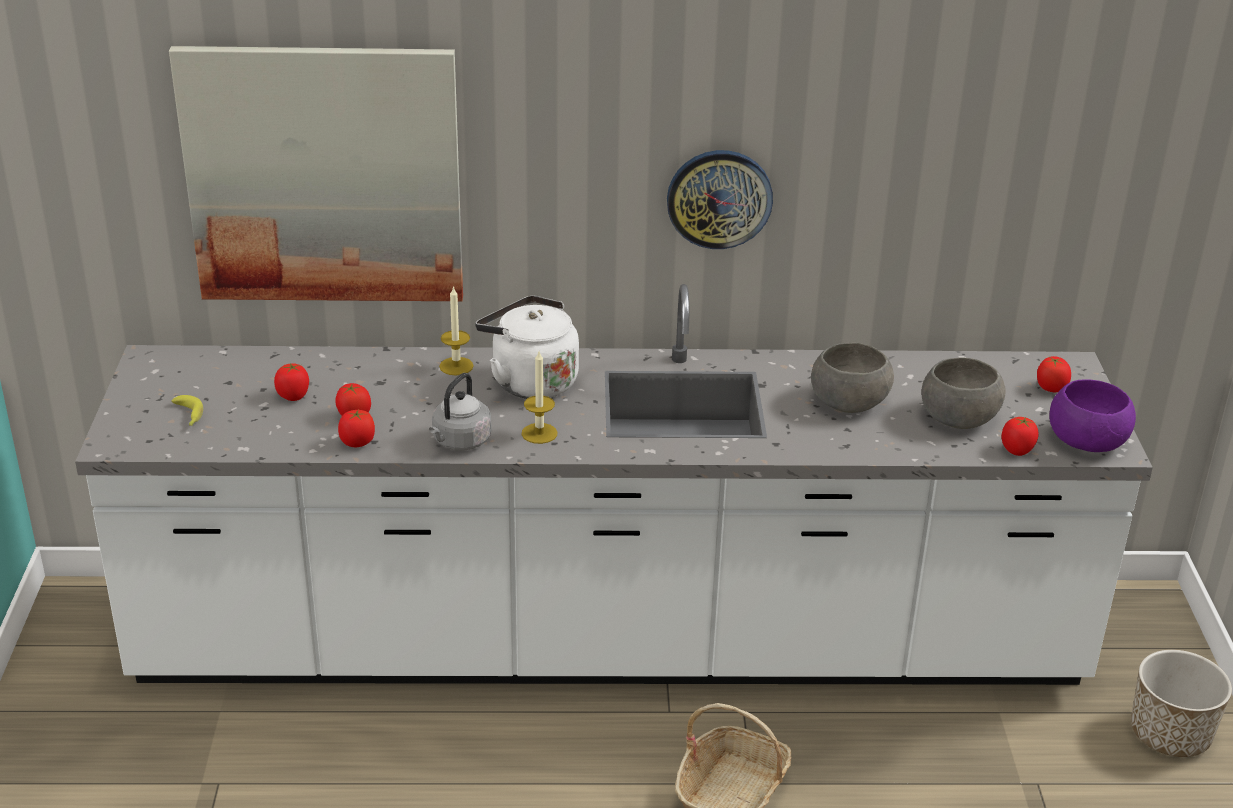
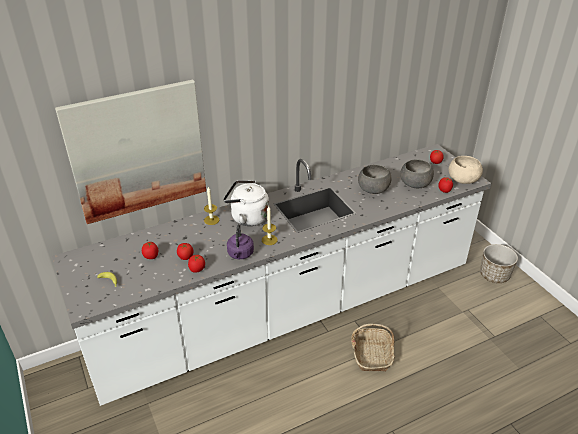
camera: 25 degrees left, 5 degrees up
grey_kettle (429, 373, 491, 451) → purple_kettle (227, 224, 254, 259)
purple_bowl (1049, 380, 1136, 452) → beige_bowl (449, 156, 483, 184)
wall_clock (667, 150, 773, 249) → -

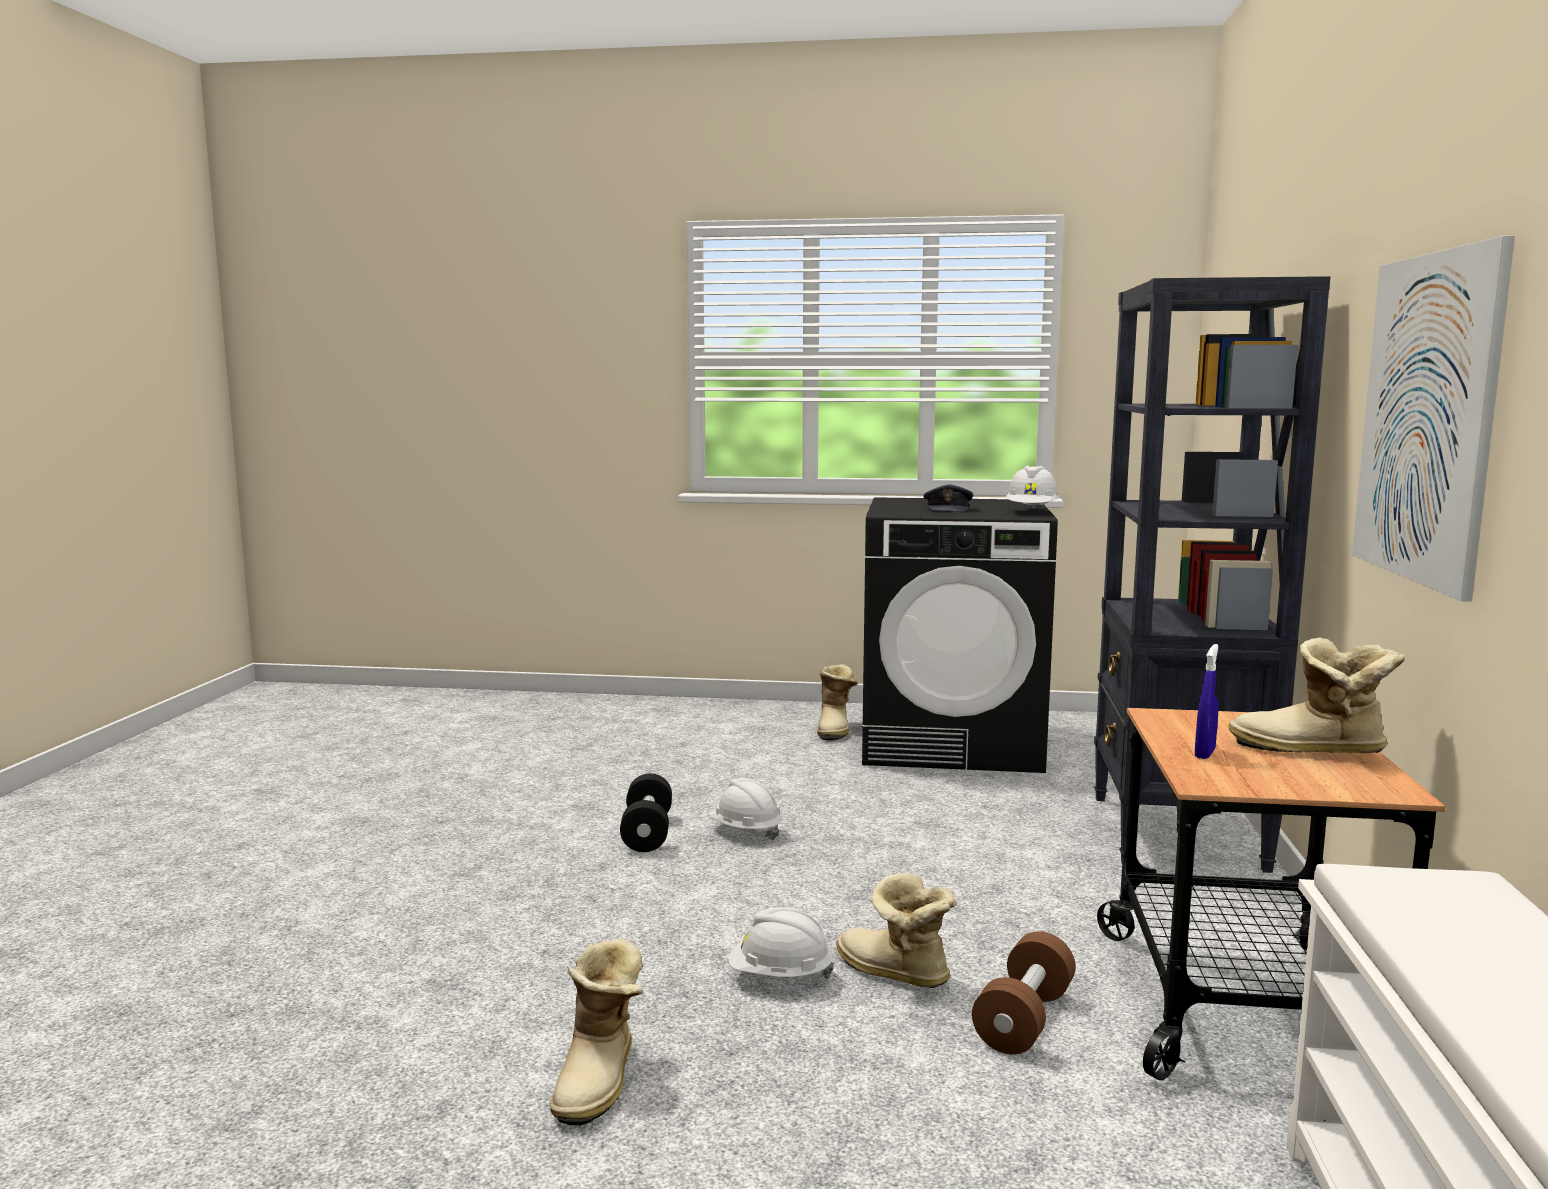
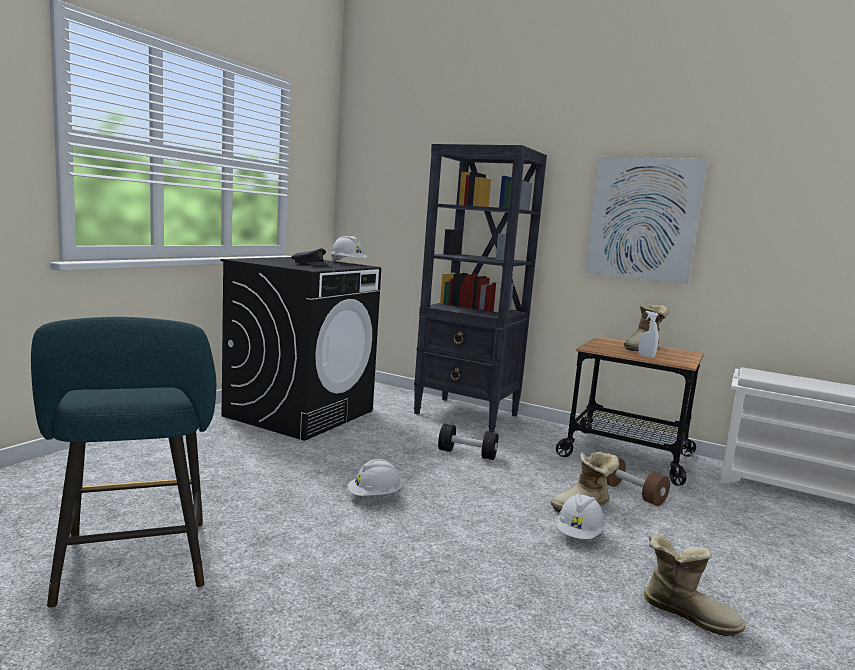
camera: 70 degrees left, 0 degrees up
- → turquoise_stool (31, 317, 216, 608)
black_dumbbell (620, 773, 672, 852) → black_dumbbell (438, 424, 498, 460), move
blue_spray_bottle (1195, 644, 1219, 759) → white_spray_bottle (638, 311, 659, 358)
boot (817, 664, 858, 741) → -

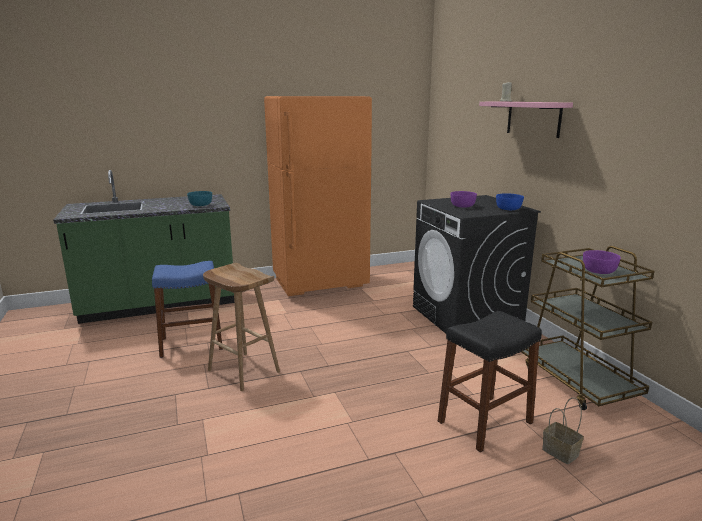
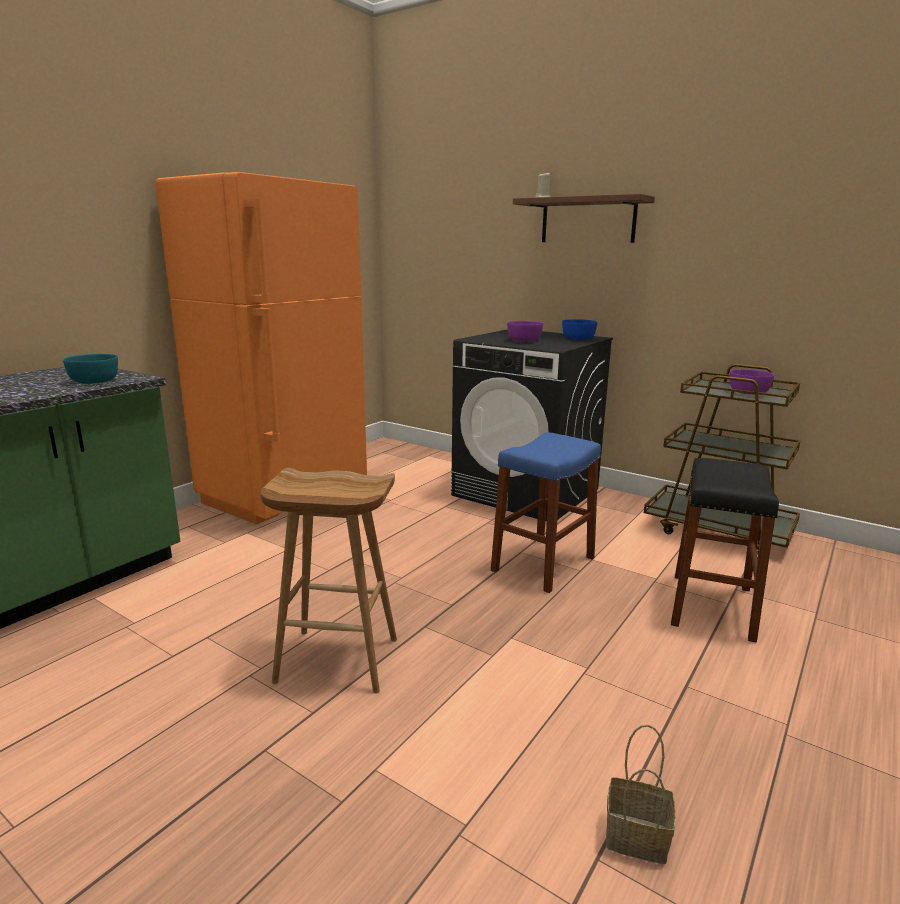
camera: 35 degrees left, 0 degrees up
blue_stool (152, 261, 223, 358) → blue_stool (491, 432, 601, 593), move
pink_shelf (479, 102, 573, 138) → brown_shelf (513, 194, 655, 243)
basket (542, 397, 584, 464) → basket (606, 725, 676, 864), move

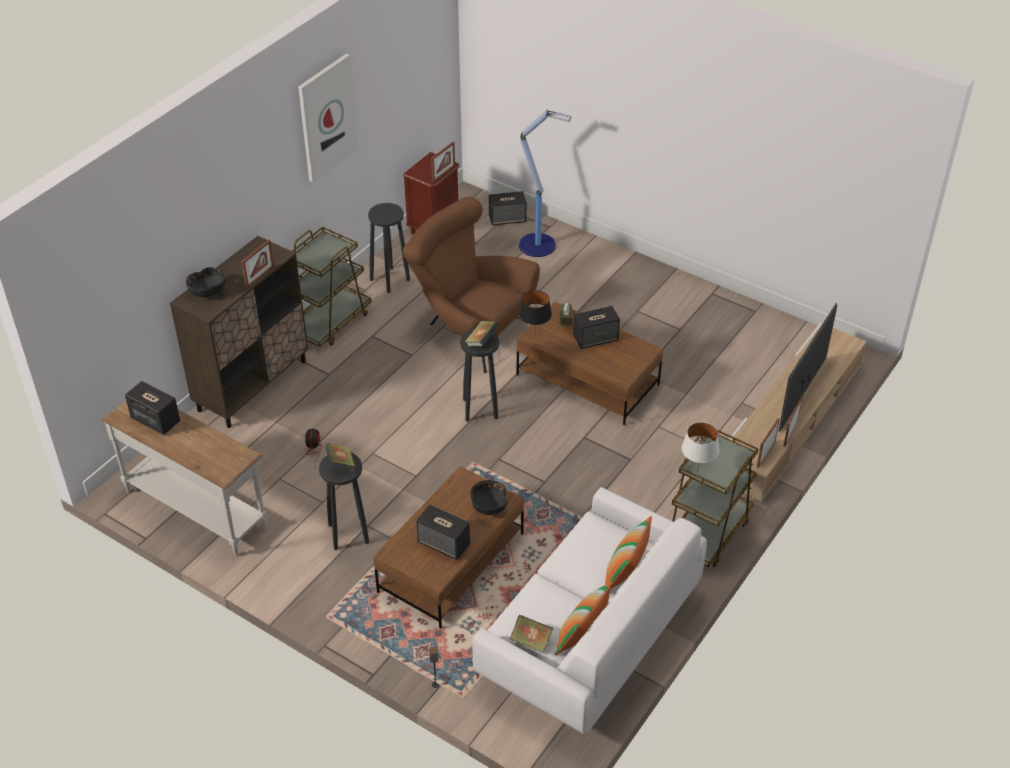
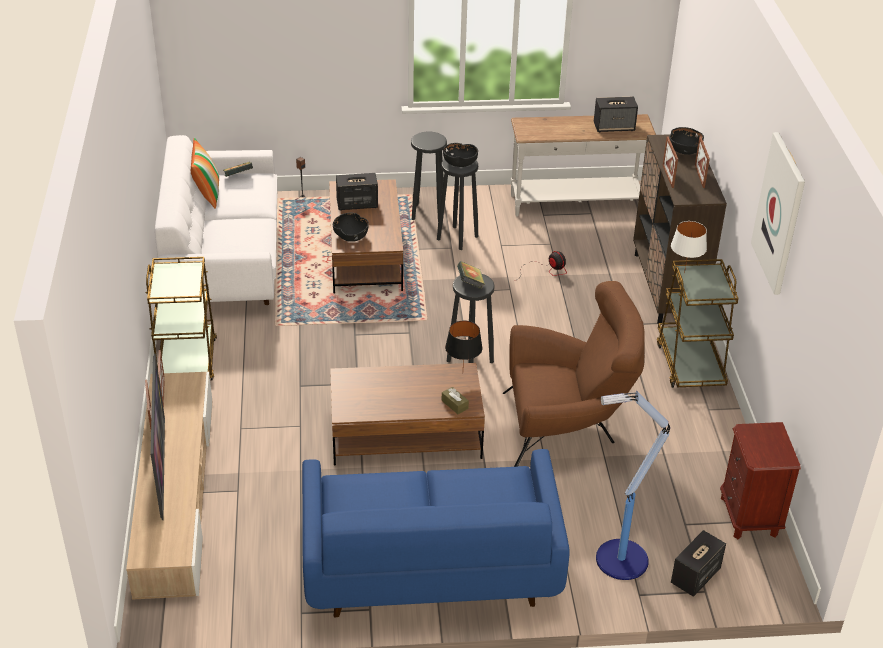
camera: 140 degrees right, 5 degrees down
- → blue_sofa (302, 449, 570, 618)
black_stool (368, 203, 410, 293) → black_stool (411, 132, 447, 220), move
book (325, 443, 355, 472) → black_bowl (443, 143, 478, 167)
white_table_lamp (682, 422, 719, 473) → white_table_lamp (671, 221, 707, 273), move
picture_frame (431, 141, 455, 182) → picture_frame (695, 136, 710, 188), move
speaker (573, 306, 620, 349) → -
pillow (605, 516, 652, 589) → -

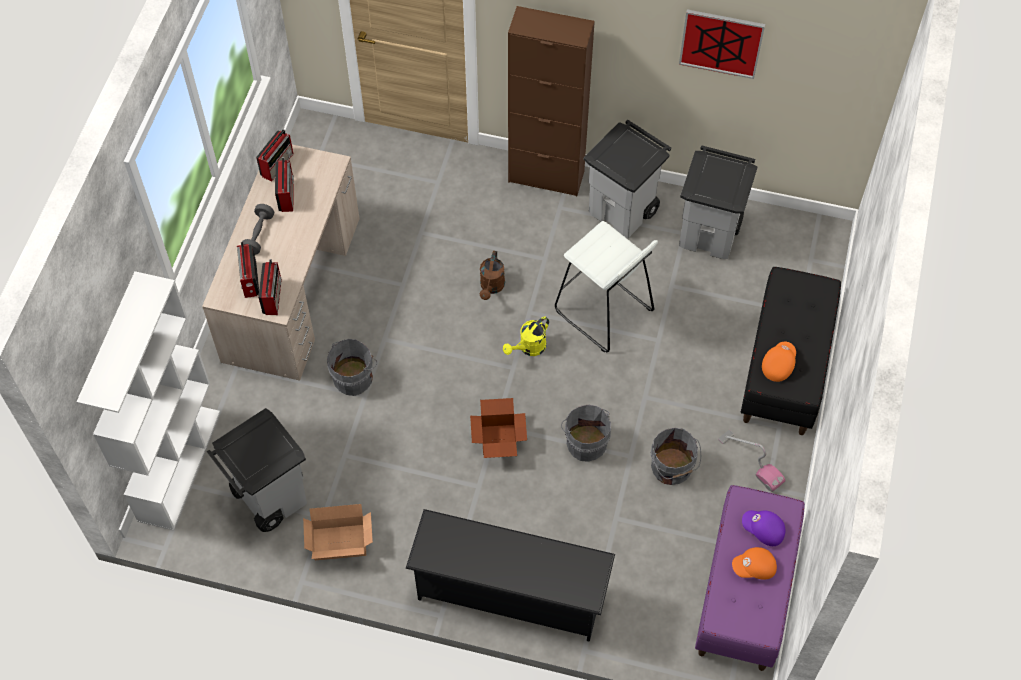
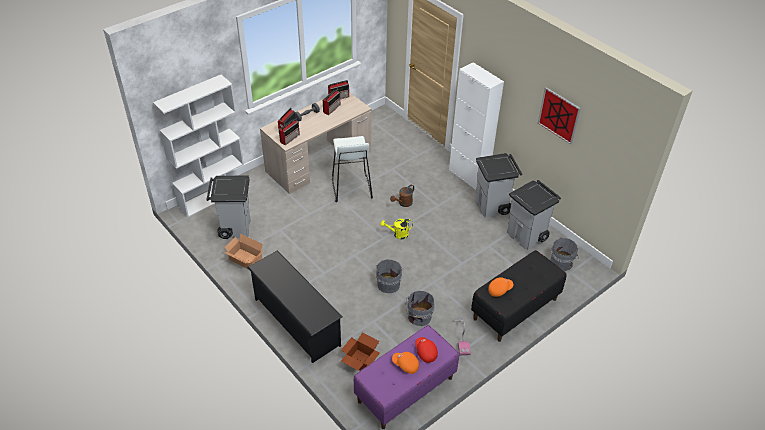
camera: 35 degrees right, 15 degrees down
white_stool (555, 221, 658, 352) → white_stool (332, 136, 373, 202), move
cardboard_box (470, 398, 527, 458) → cardboard_box (341, 332, 380, 371), move
purple_cap (742, 510, 785, 546) → red_cap (415, 337, 438, 363)
brown_cabinet (508, 6, 595, 196) → white_cabinet (449, 62, 504, 190)
grey_bucket (327, 339, 378, 396) → grey_bucket (550, 237, 579, 271), move

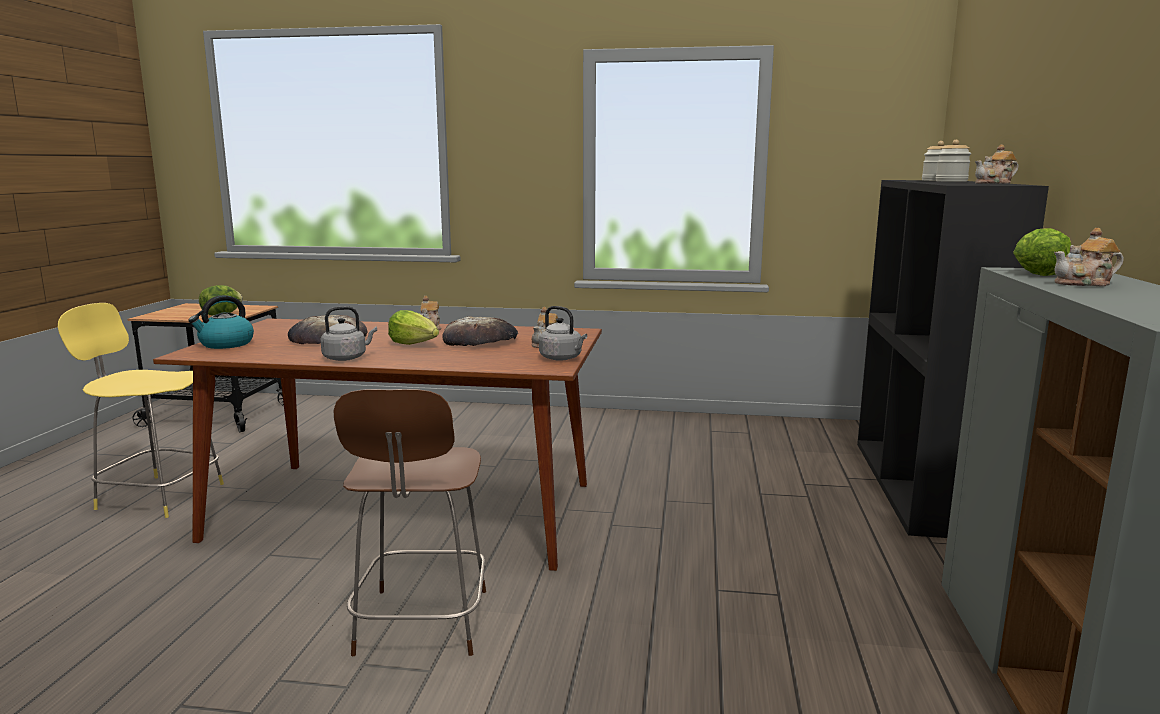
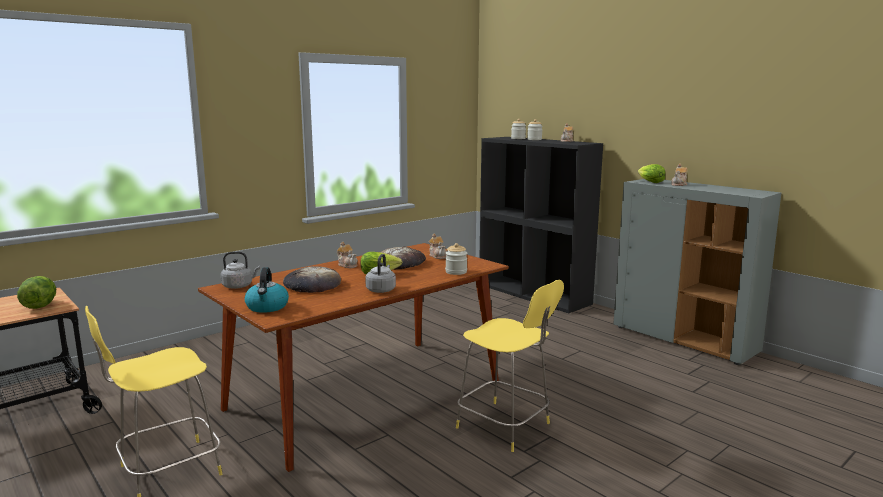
camera: 50 degrees left, 0 degrees up
grey_kettle (539, 306, 587, 361) → grey_kettle (221, 251, 260, 289), move
- → jar (445, 243, 467, 275)
brown_stool (334, 389, 486, 656) → yellow_stool (456, 280, 564, 452)

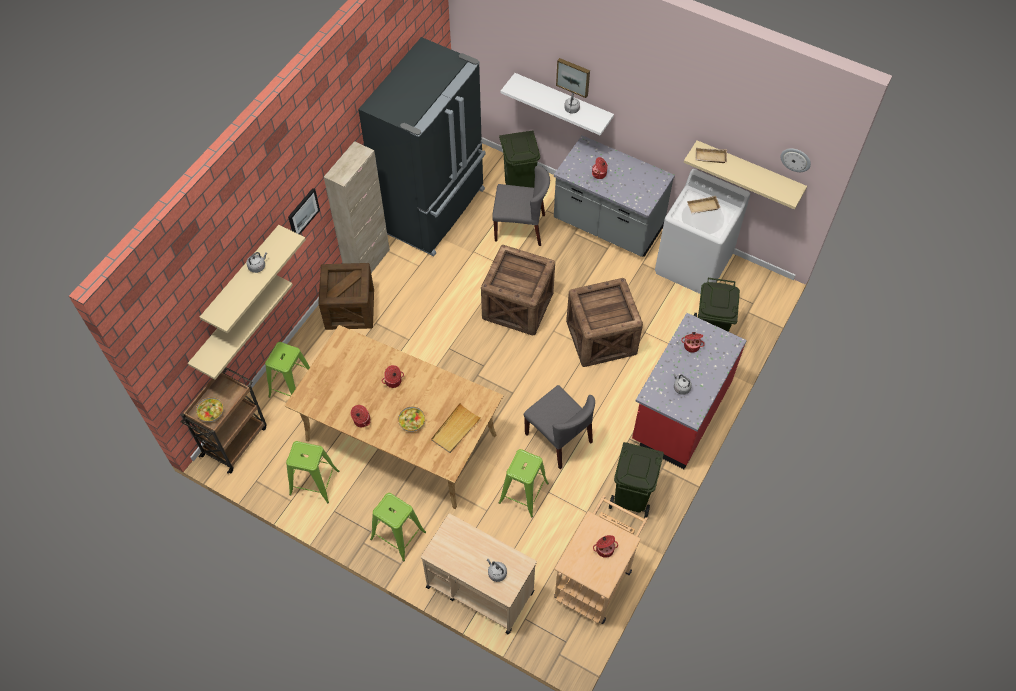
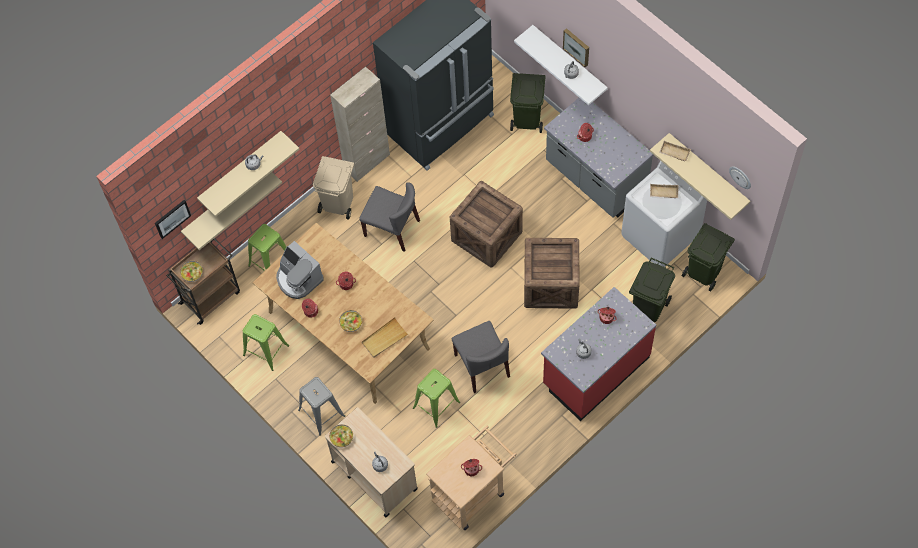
camera: 20 degrees right, 5 degrees up
picture (288, 188, 320, 235) → picture (155, 200, 191, 239), move
- → coffee_machine (276, 241, 323, 299)
green_stool (370, 493, 426, 561) → grey_stool (298, 377, 345, 436)
crate (318, 263, 374, 330) → beige_trash_can (313, 156, 355, 220)
- → bowl (329, 424, 353, 448)
grey_chair (492, 166, 550, 246) → grey_chair (360, 182, 420, 252), move
green_trash_can (609, 442, 664, 518) → green_trash_can (682, 223, 735, 292), move

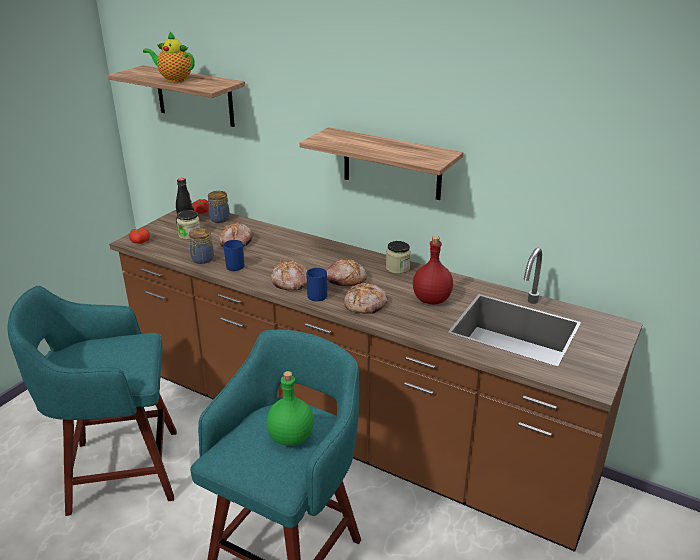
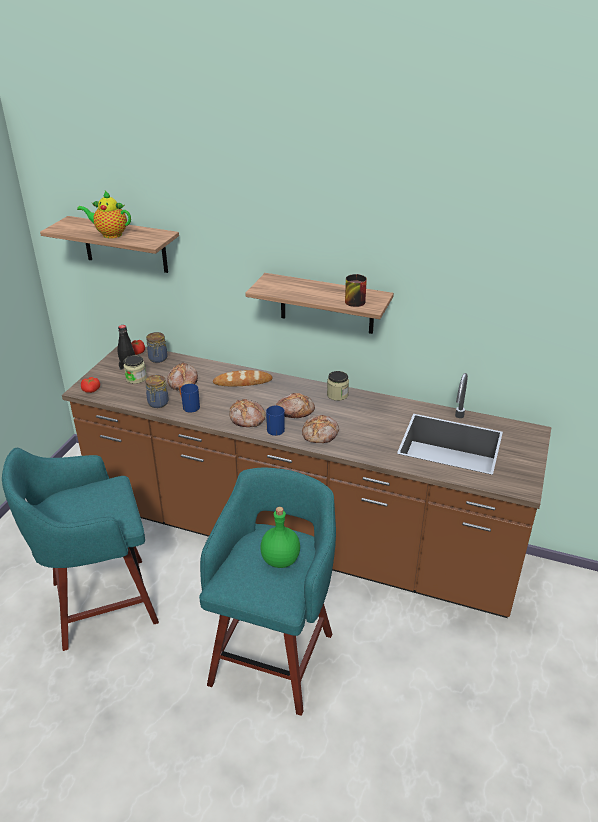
camera: 10 degrees left, 5 degrees up
- → bread (213, 370, 273, 386)
- → mug (345, 274, 367, 307)
red_bottle (413, 236, 453, 304) → -

